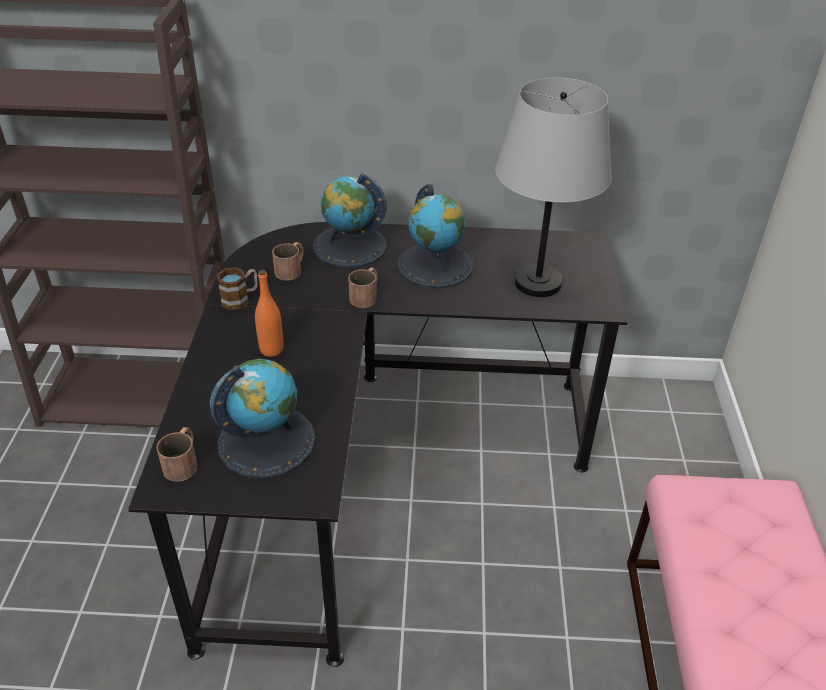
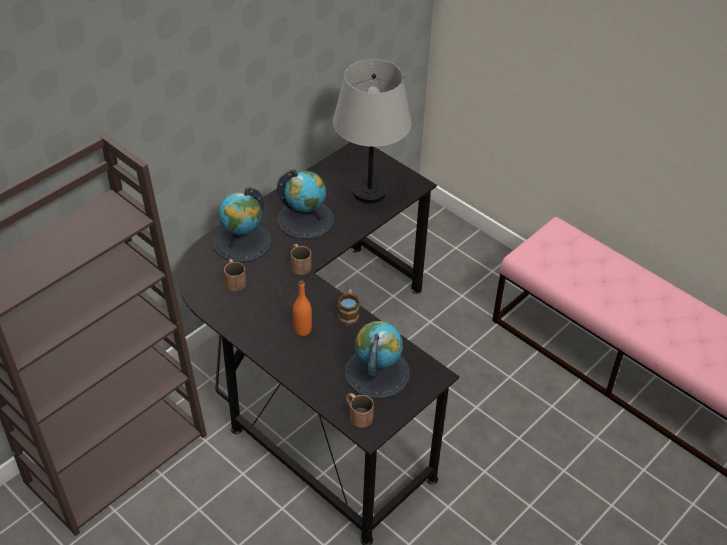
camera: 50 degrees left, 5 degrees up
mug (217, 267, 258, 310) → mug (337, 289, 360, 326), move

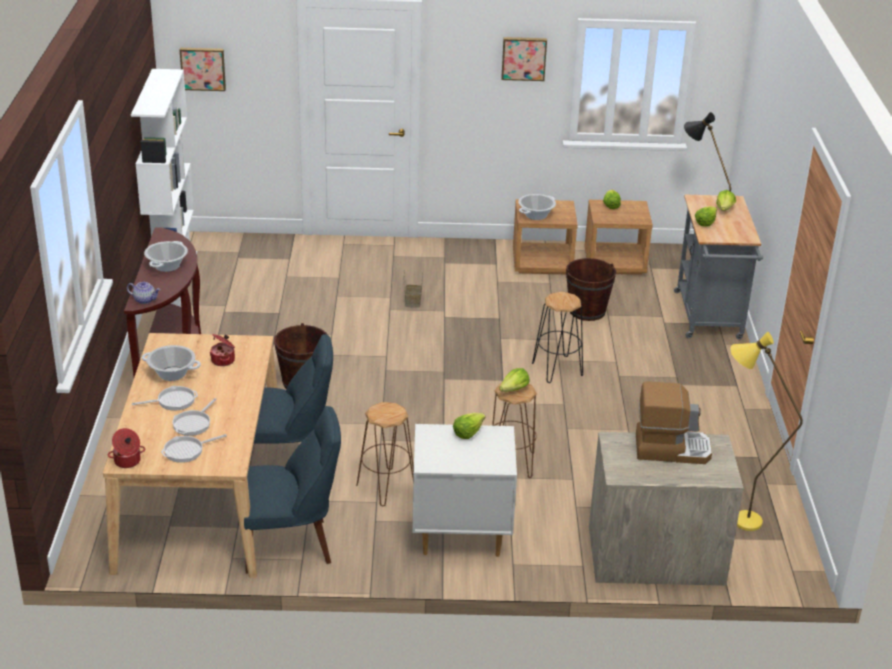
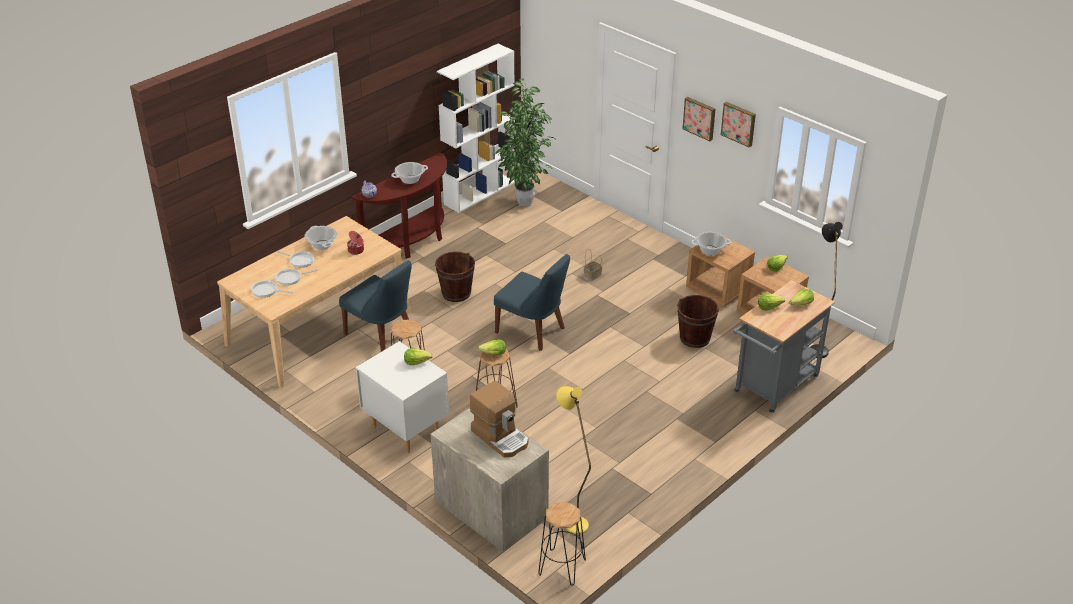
camera: 45 degrees right, 5 degrees up
blue_chair (244, 406, 341, 574) → blue_chair (494, 254, 570, 351), move
- → potted_plant (496, 79, 555, 206)
black_stool (532, 292, 583, 383) → black_stool (538, 502, 586, 586), move
picture (179, 48, 226, 91) → picture (682, 97, 715, 141), move
cooking_pot (108, 428, 145, 468) → -

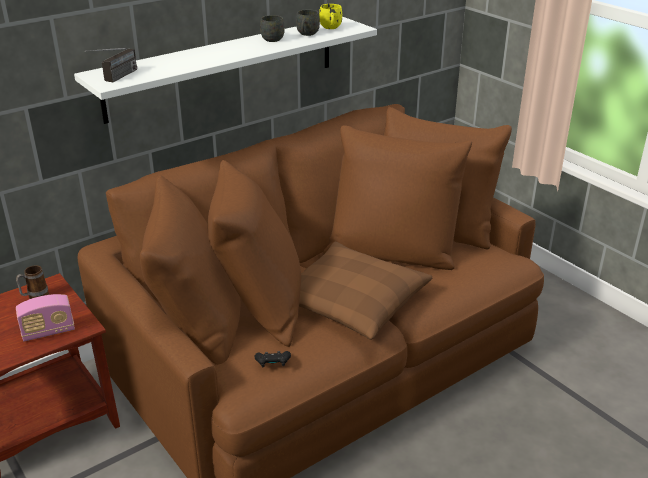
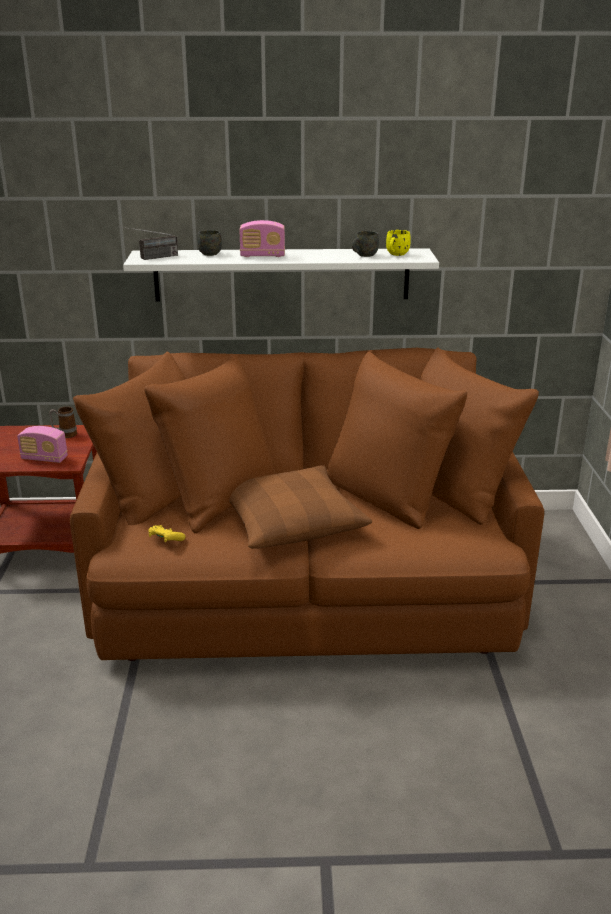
camera: 35 degrees right, 5 degrees down
black_game_controller (255, 351, 291, 368) → yellow_game_controller (148, 525, 185, 542)
grey_mug (260, 15, 284, 42) → grey_mug (197, 230, 222, 256), move
- → radio (239, 220, 285, 257)

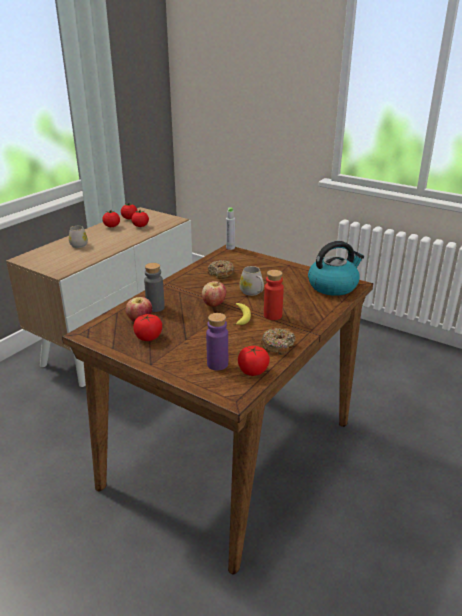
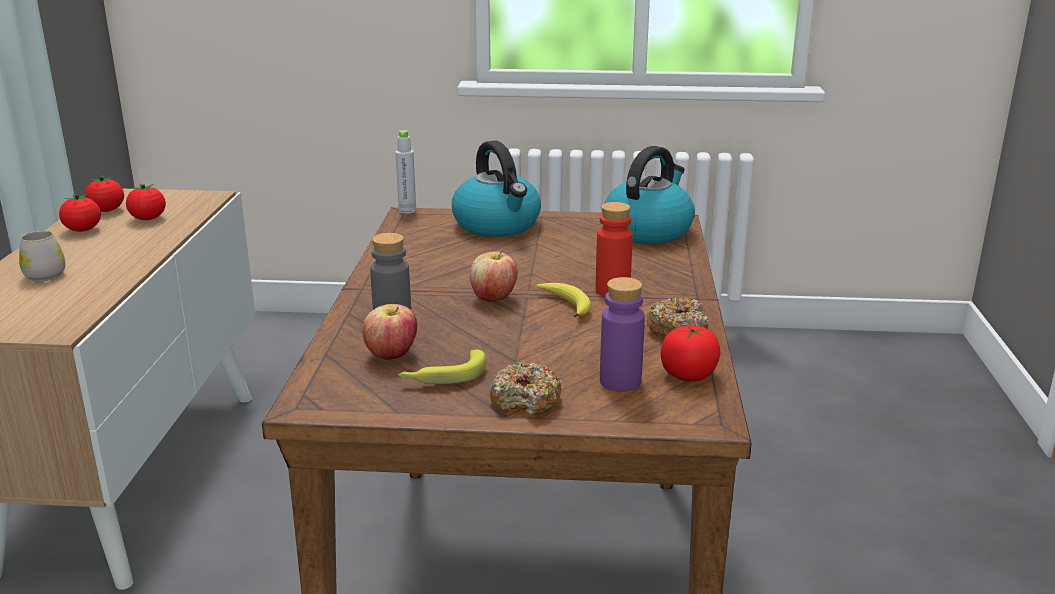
camera: 30 degrees left, 5 degrees down
tomato (133, 314, 162, 341) → banana (398, 350, 486, 384)
- → kettle (452, 141, 541, 237)
donut (208, 260, 235, 279) → donut (490, 362, 562, 416), move
white_mug (240, 266, 264, 296) → -

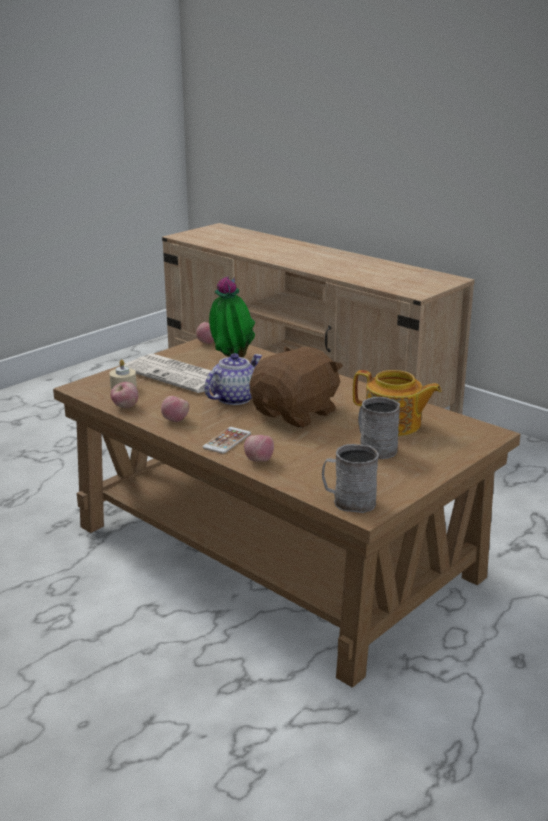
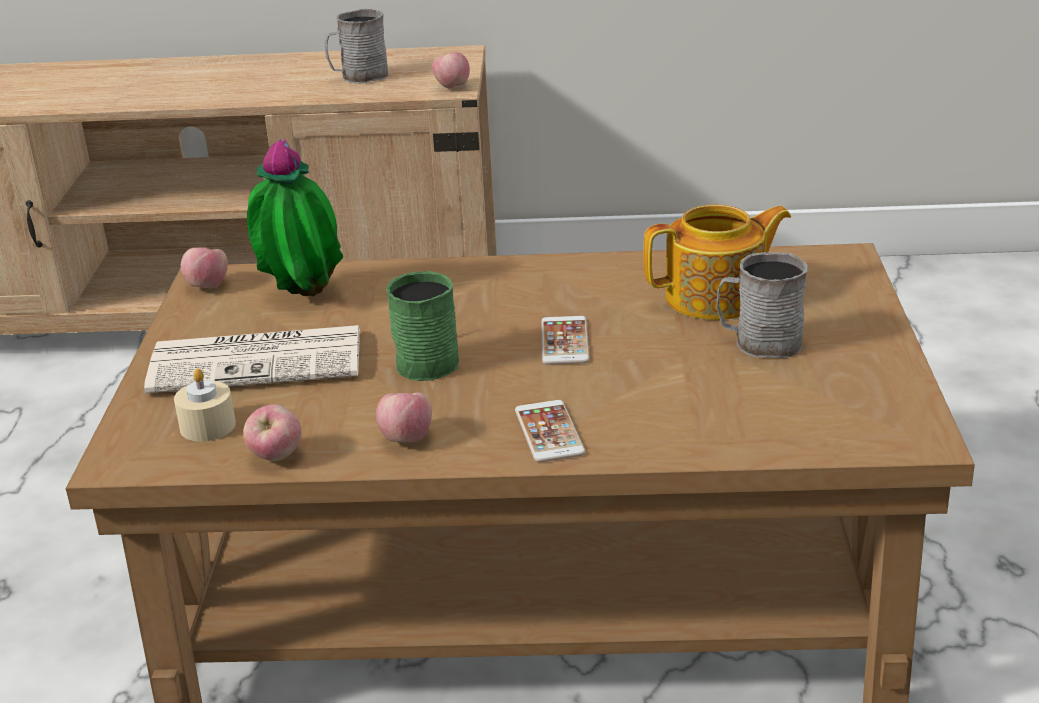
camera: 40 degrees left, 5 degrees up
grey_mug (322, 444, 379, 513) → grey_mug (325, 8, 389, 84), move
teapot (204, 353, 262, 405) → green_mug (386, 271, 459, 381)
apple (244, 435, 274, 462) → apple (432, 52, 470, 88), move
brown_plush_toy (250, 346, 343, 428) → phone (541, 316, 589, 365)

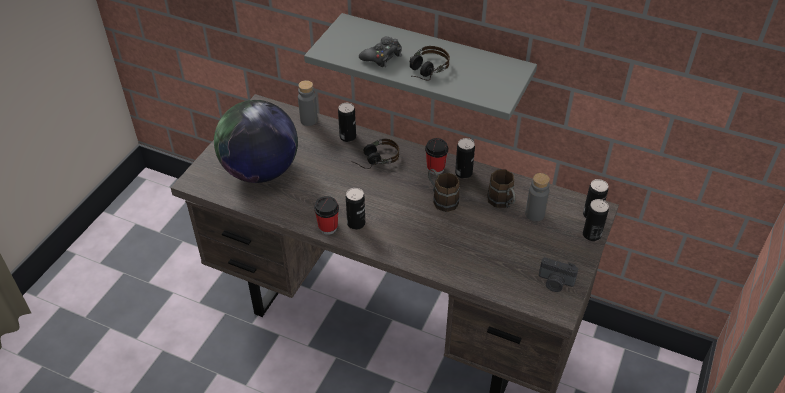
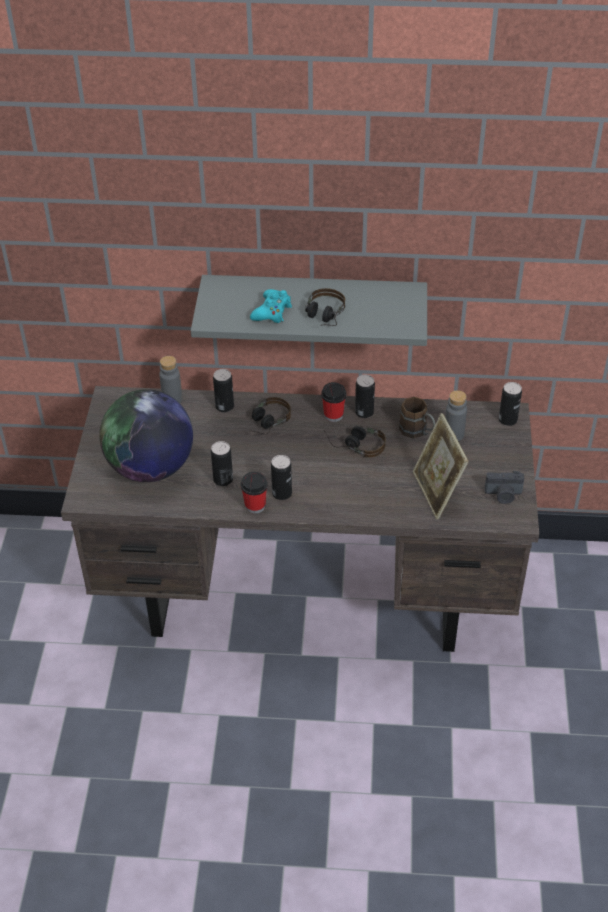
camera: 20 degrees left, 0 degrees up
can (583, 199, 609, 241) → can (211, 441, 233, 486), move
black_game_controller (359, 36, 402, 67) → turquoise_game_controller (250, 289, 292, 323)
brown_mug (428, 169, 460, 212) → headphones (324, 426, 386, 458)
- → picture_frame (413, 413, 469, 519)

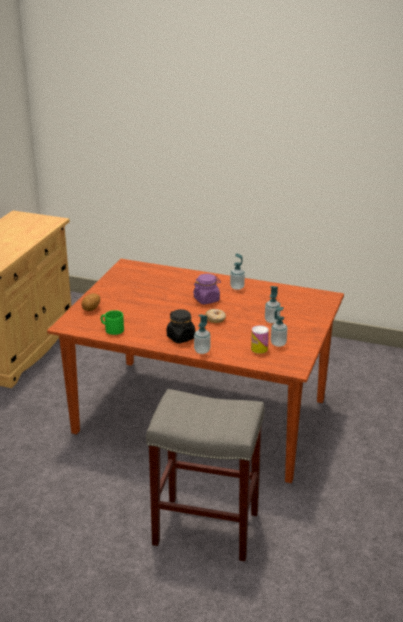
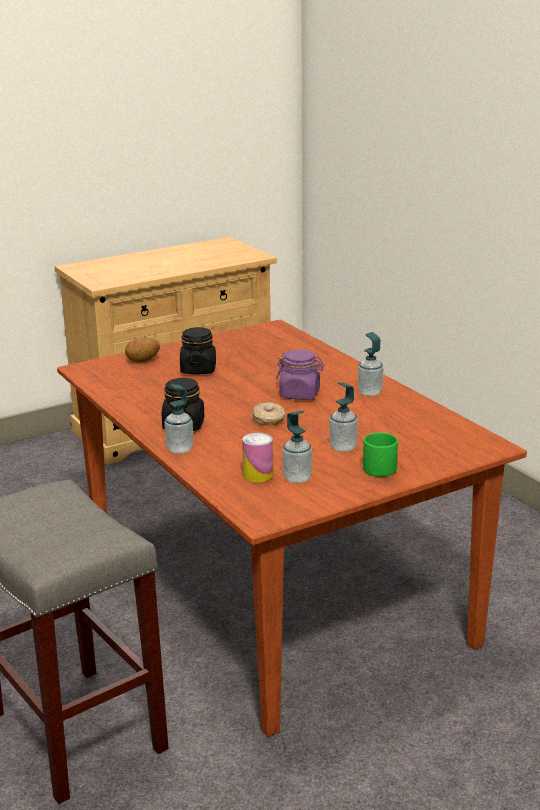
camera: 40 degrees right, 5 degrees down
- → black_jar (180, 327, 216, 374)
green_mug (101, 310, 124, 335) → green_mug (363, 433, 398, 477), move

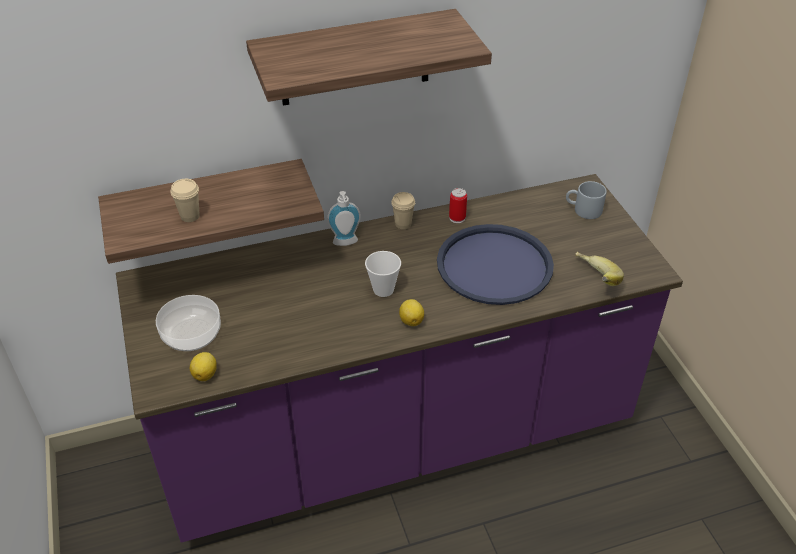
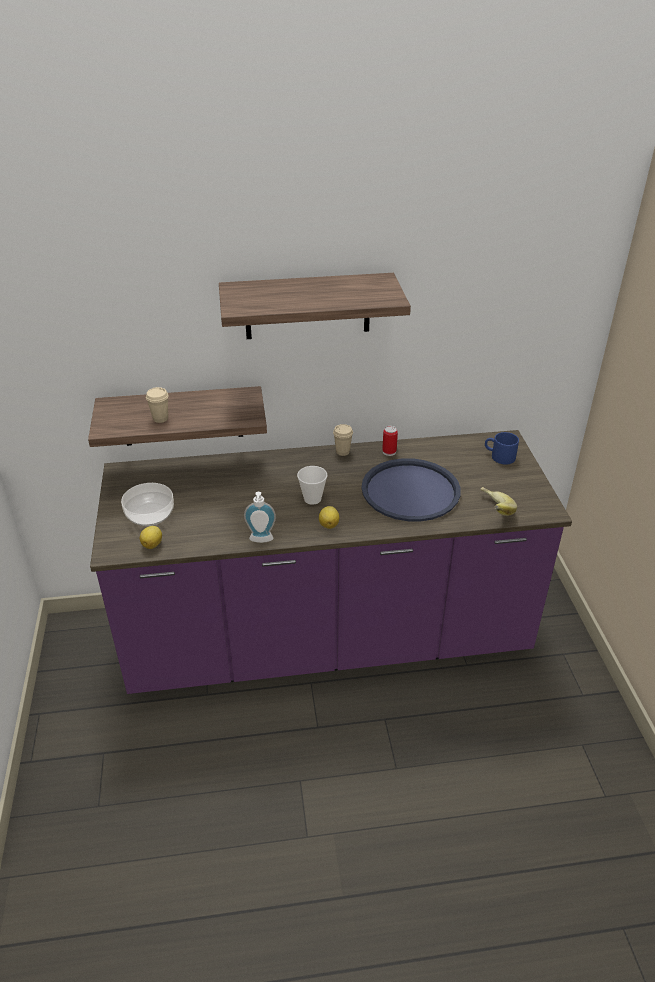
camera: 10 degrees right, 5 degrees down
soap_dispenser (327, 191, 361, 246) → soap_dispenser (244, 492, 276, 543), move
grey_mug (566, 181, 607, 219) → blue_mug (485, 432, 519, 465)

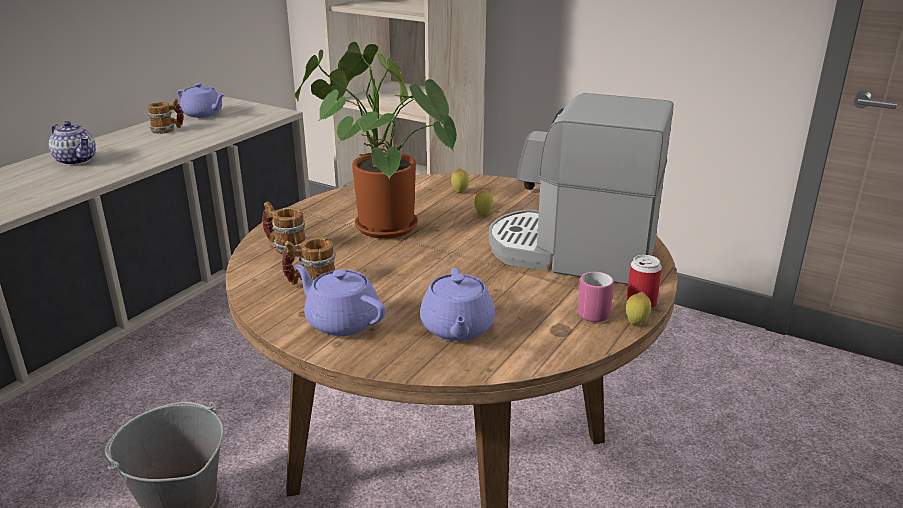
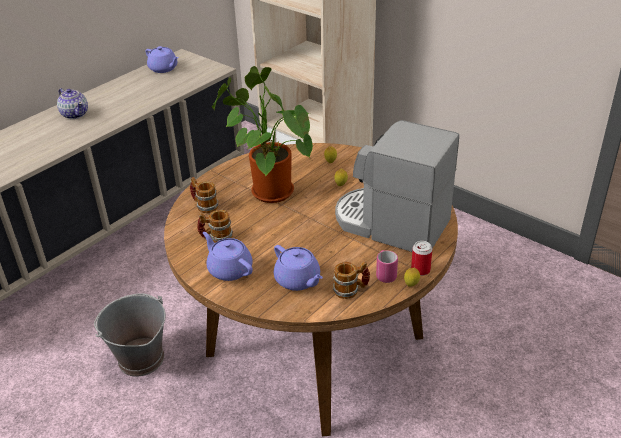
camera: 10 degrees right, 10 degrees up
purple_teapot (420, 268, 495, 341) → purple_teapot (274, 245, 323, 291), 45 degrees counterclockwise
mug (148, 98, 184, 134) → mug (333, 261, 370, 299), move

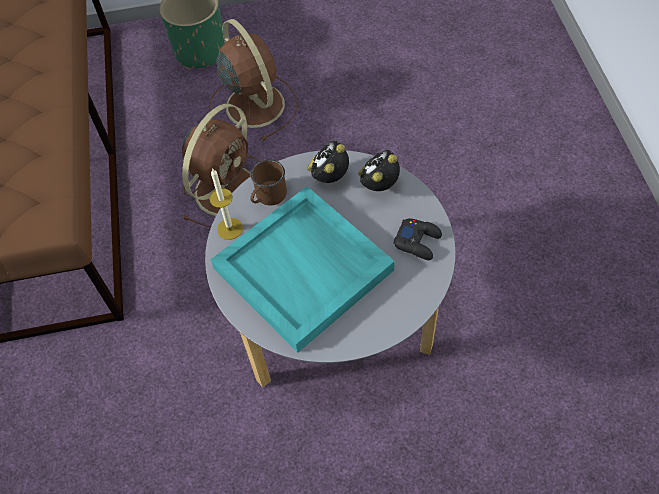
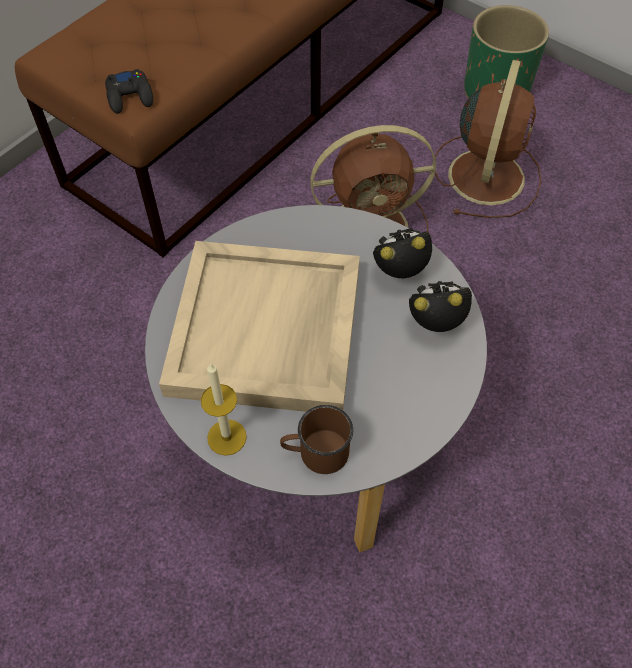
camera: 45 degrees right, 0 degrees up
black_game_controller (393, 218, 442, 260) → black_game_controller (105, 69, 153, 114), move
turquoise_tray (211, 186, 395, 353) → beige_tray (159, 241, 360, 412)
candle (209, 168, 243, 240) → candle (201, 363, 247, 456), move
brown_mug (250, 159, 287, 206) → brown_mug (280, 405, 353, 474), move

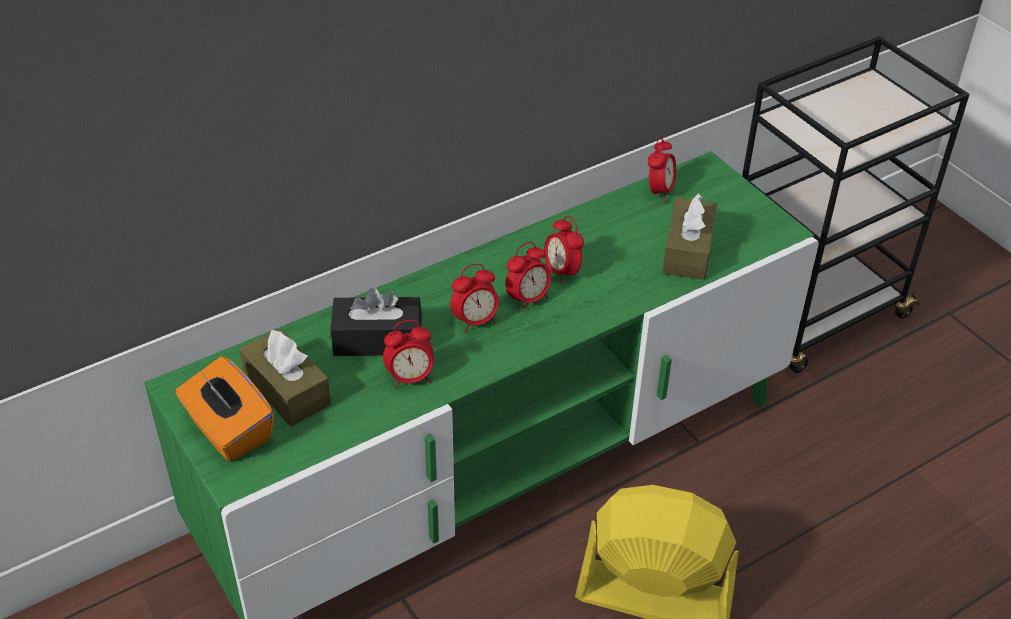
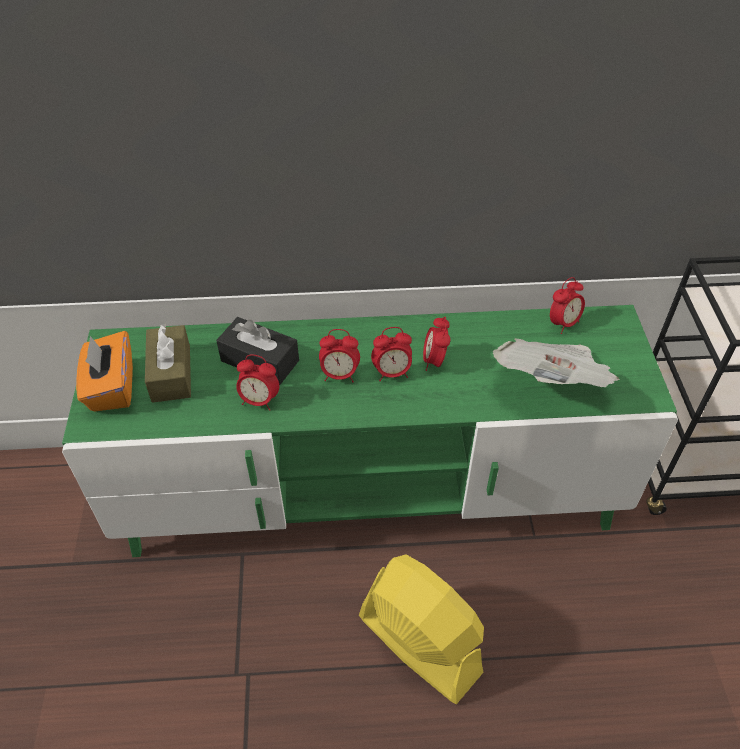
camera: 30 degrees right, 5 degrees up
brown_tissue_box (662, 193, 717, 280) → newspaper (493, 338, 619, 387)

